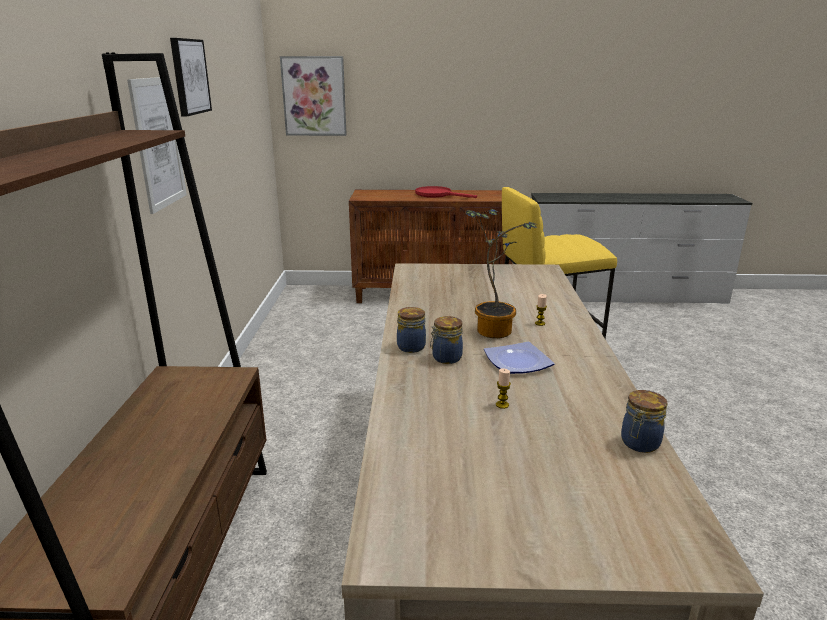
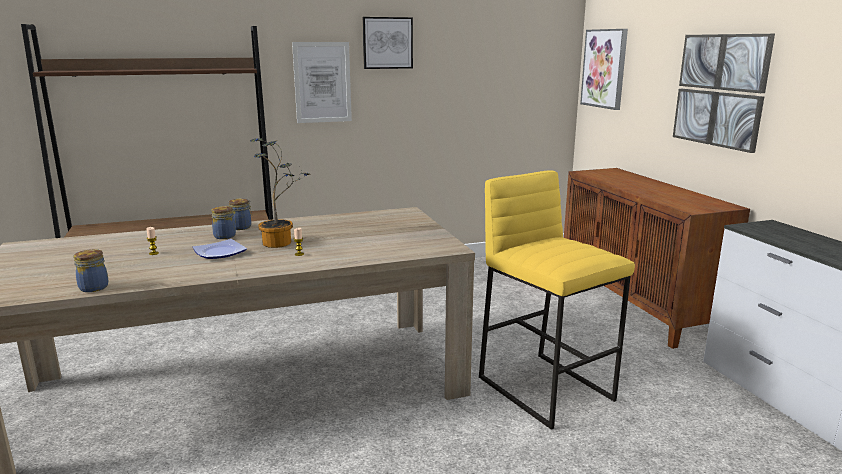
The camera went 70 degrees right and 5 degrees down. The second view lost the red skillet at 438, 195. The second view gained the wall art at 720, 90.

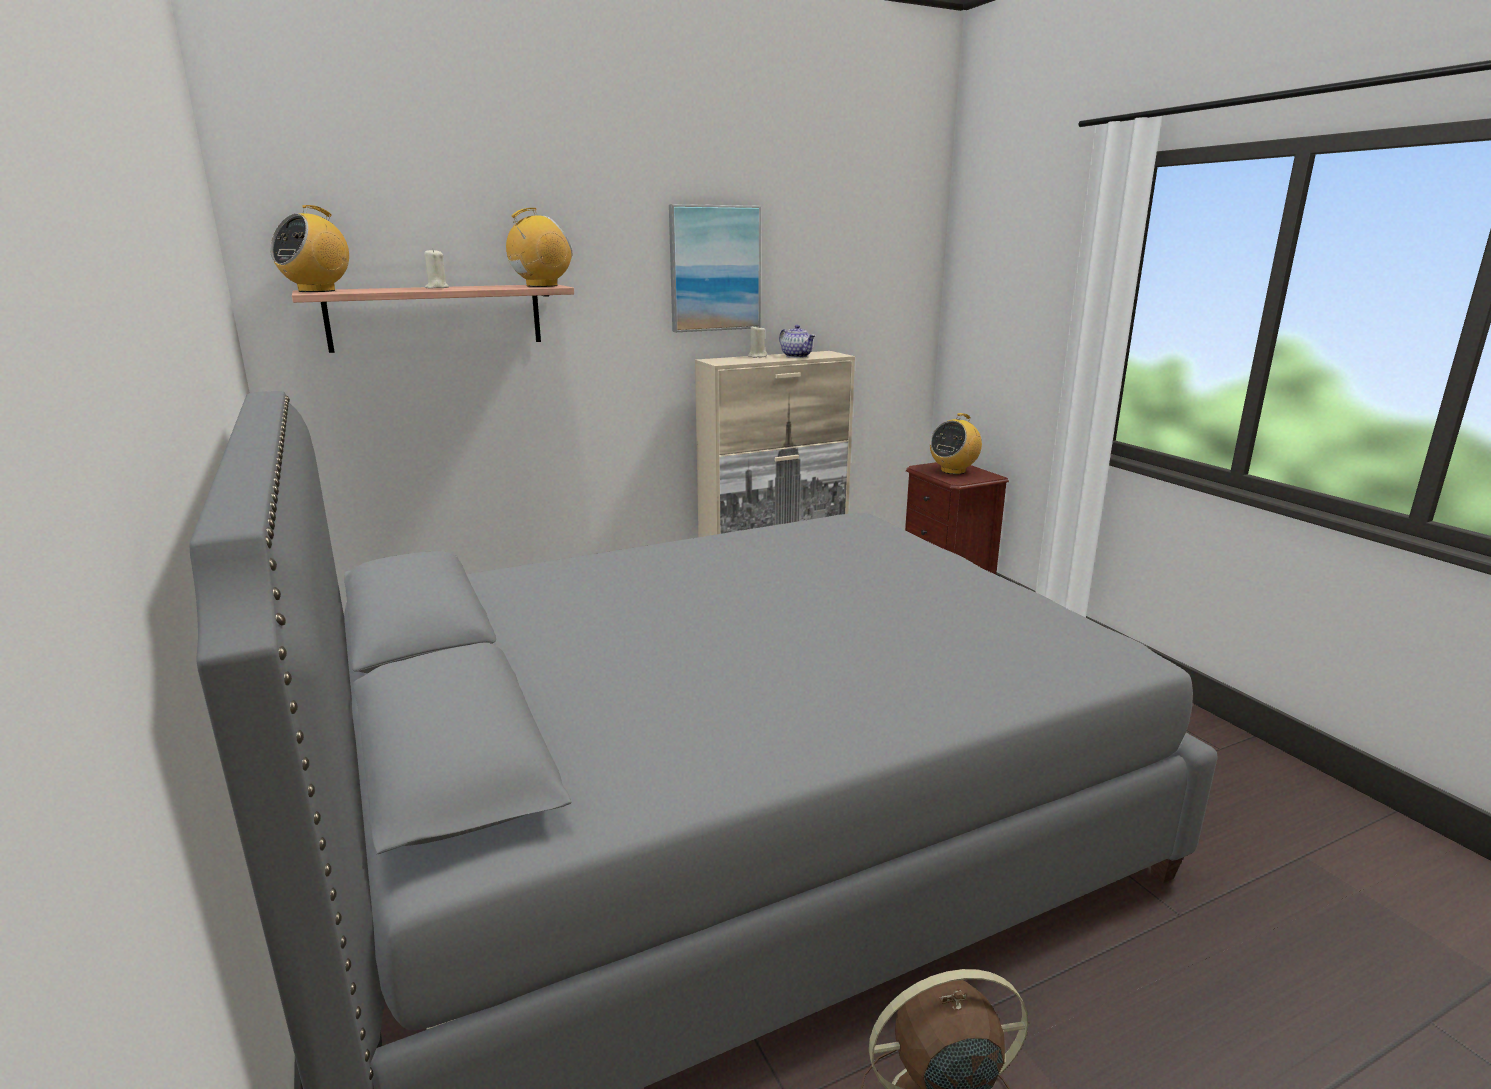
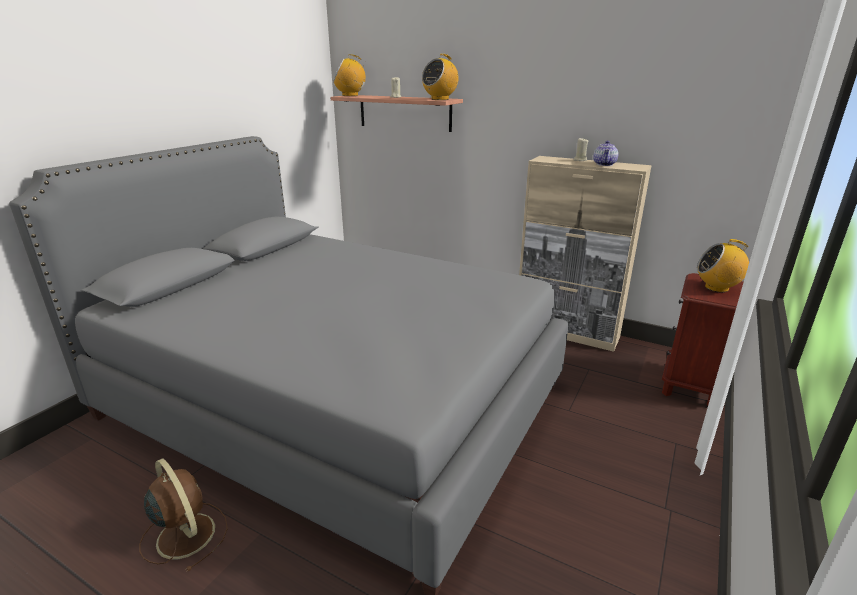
The camera went 55 degrees right and 5 degrees up. The second view lost the wall art at 714, 268. The radio receiver at 541, 286 ended up facing another way, 120 degrees clockwise from before.

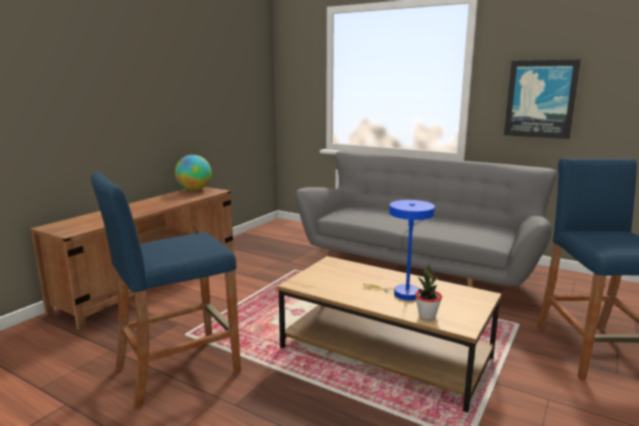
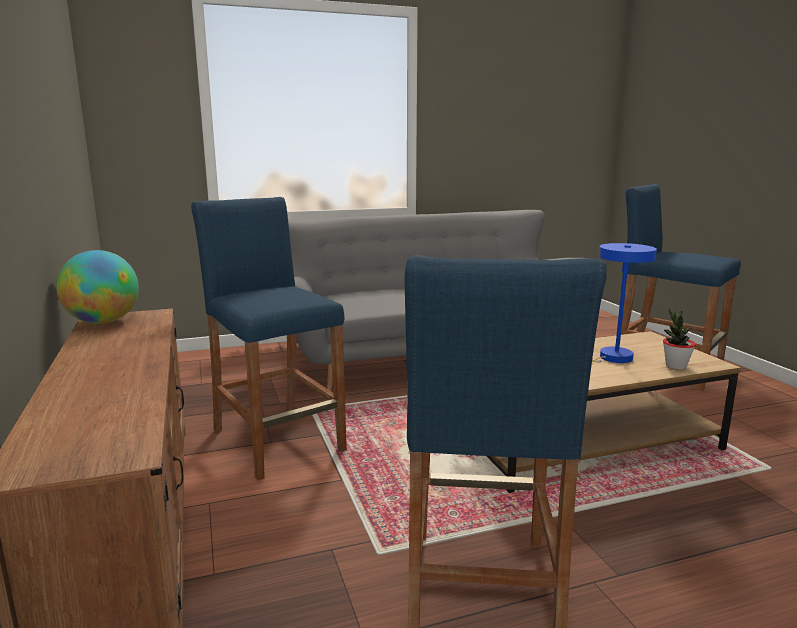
The camera went 50 degrees left and 0 degrees up. The second view lost the wall art at 540, 99. The second view gained the blue-coloured stool seat at 277, 440.

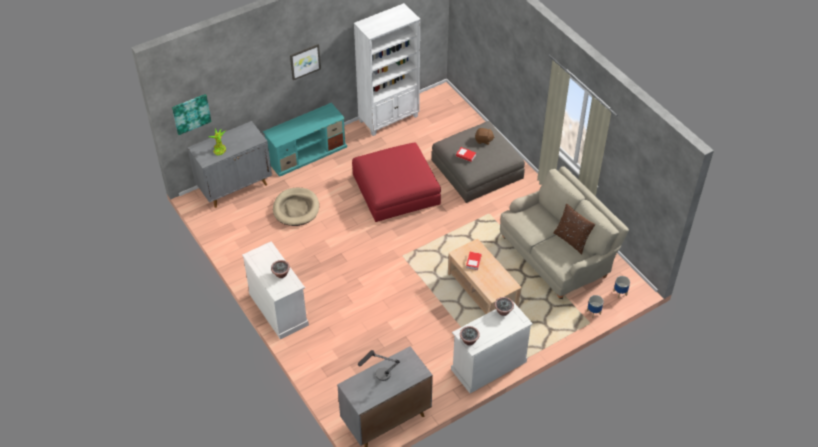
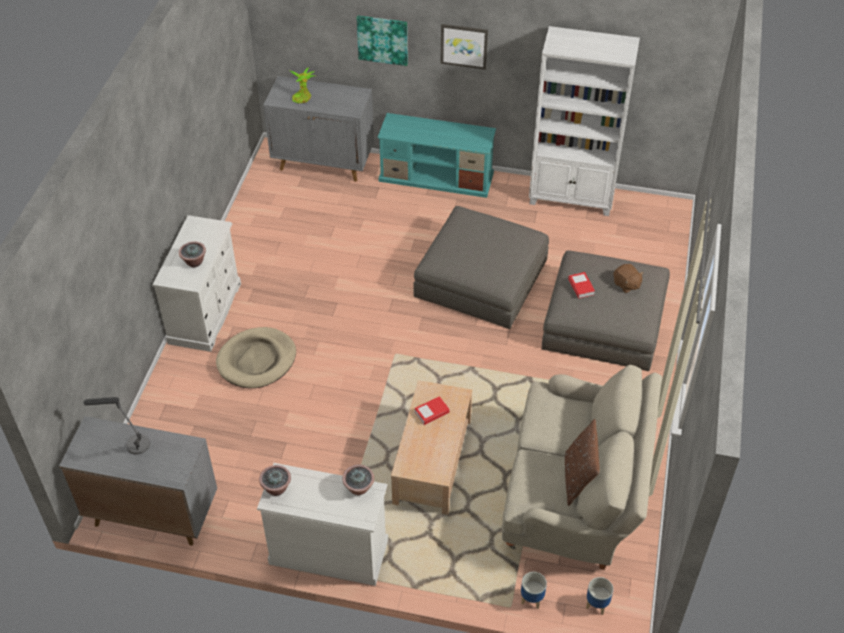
The camera went 45 degrees right and 0 degrees up. The wall art ended up elsewhere, having gone from 191, 113 to 383, 39. The beige-coloured dog cushion ended up elsewhere, having gone from 296, 208 to 257, 360. What was the red pouffe at 396, 189 turned into the greyish pouffe at 481, 278.

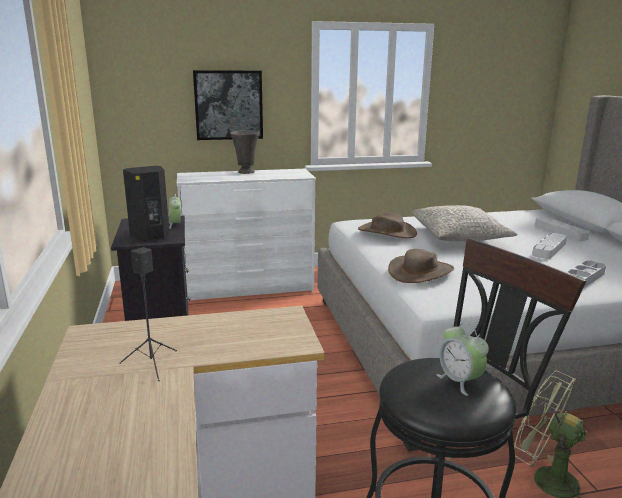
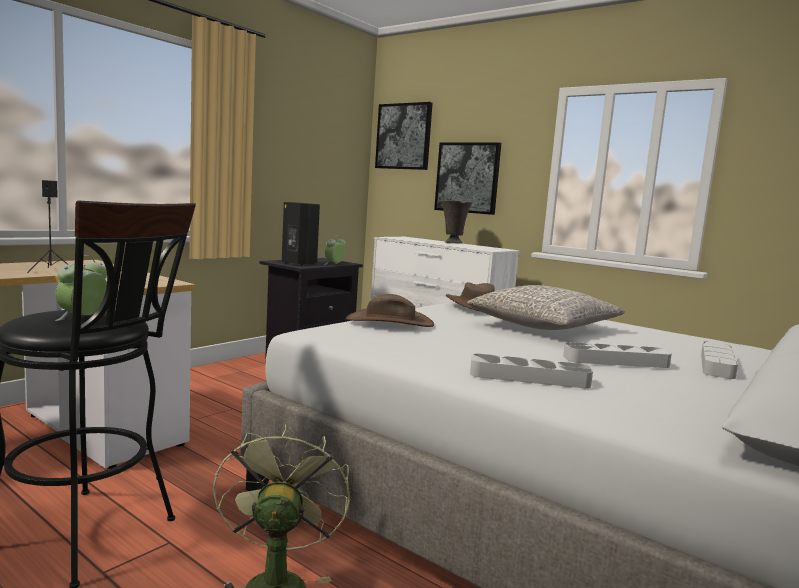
The camera went 50 degrees right and 10 degrees down. The second view gained the wall art at 404, 136.

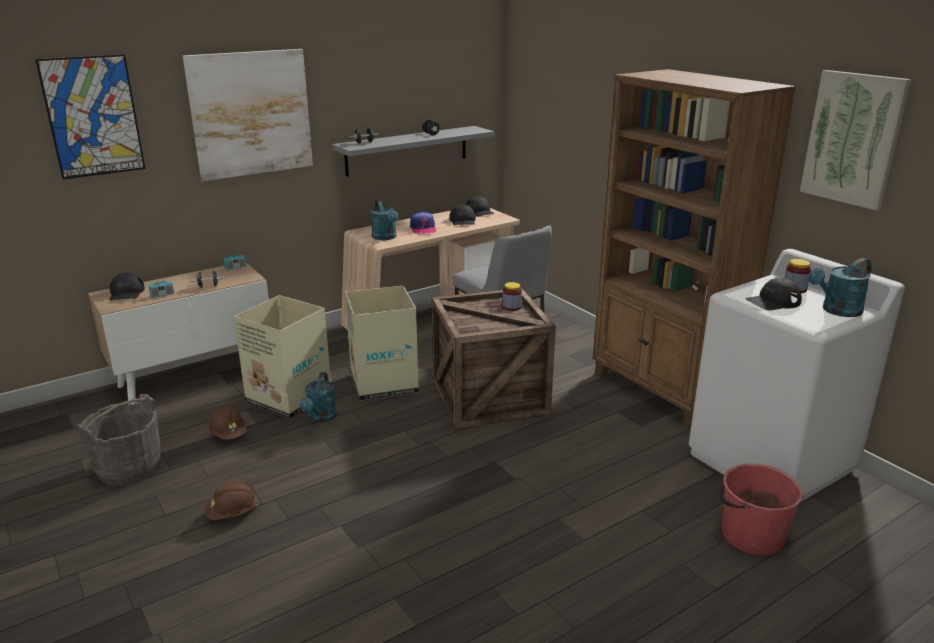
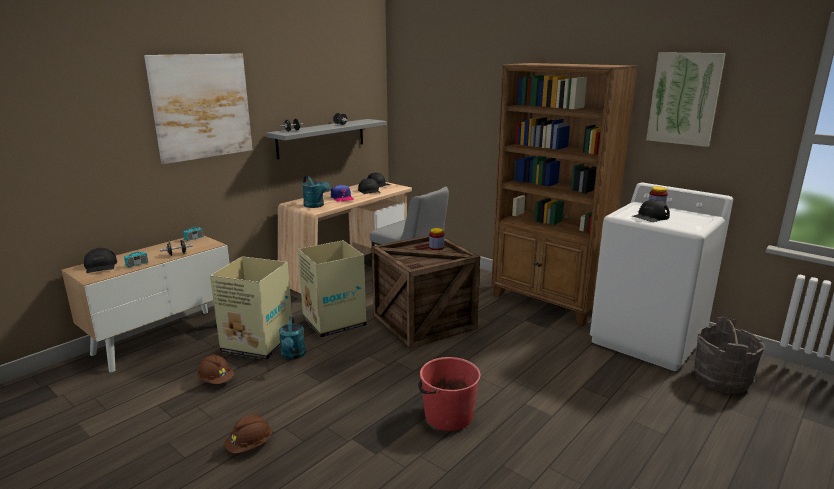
The camera went 15 degrees left and 5 degrees down. The second view lost the wall art at 93, 117. The second view lost the turquoise-coloured watering pot at 837, 311. The greyish bucket ended up elsewhere, having gone from 129, 468 to 721, 380. The red bucket ended up elsewhere, having gone from 751, 535 to 448, 416.

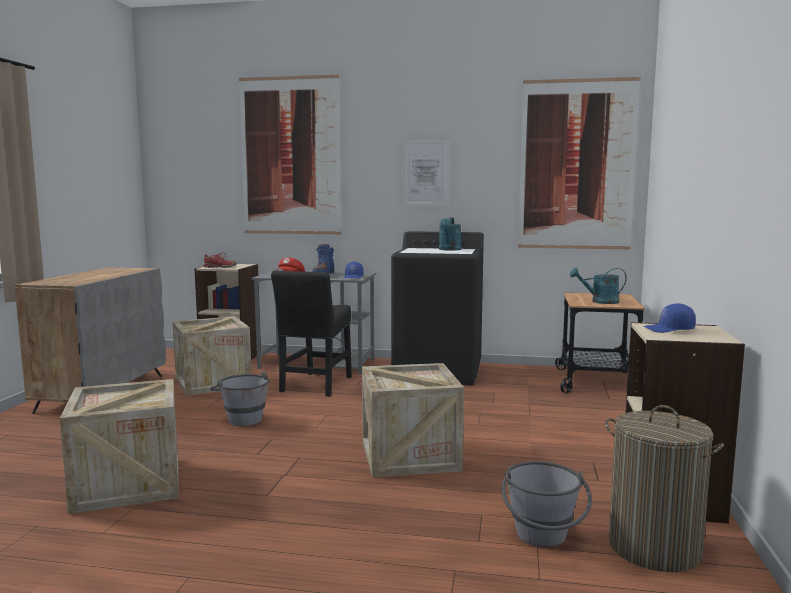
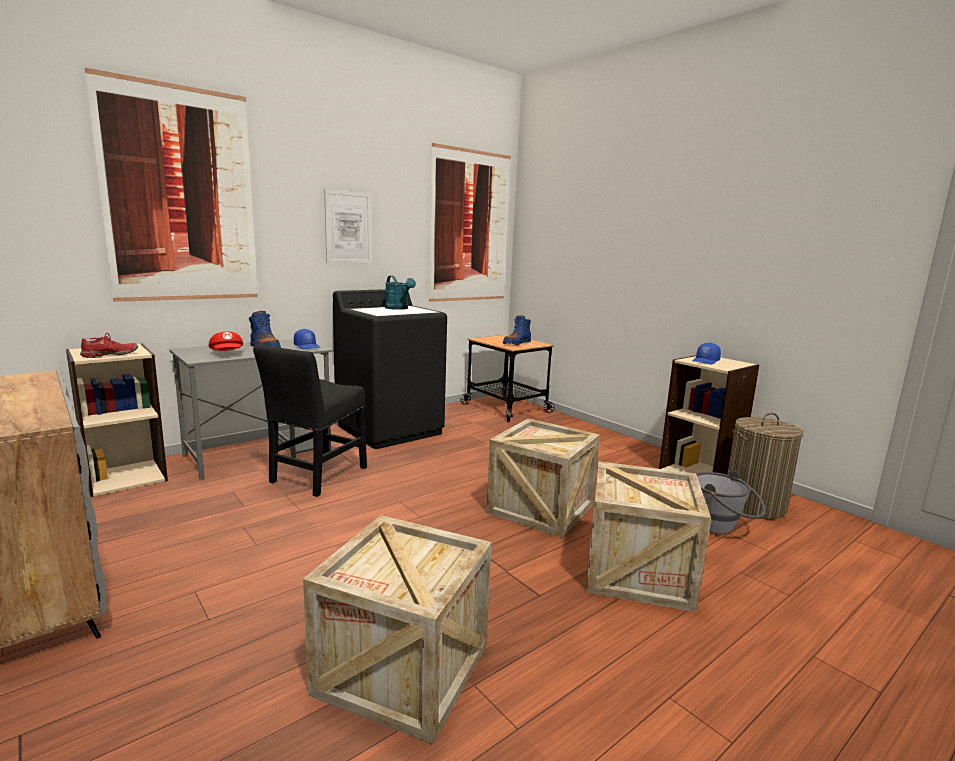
The camera went 50 degrees left and 5 degrees up. The second view lost the greyish bucket at 242, 418. The crate ended up elsewhere, having gone from 213, 382 to 638, 572. Where the turquoise-coloured watering pot stood at 599, 302, the blue-coloured tall boot came to stand at 516, 343. The blackish chair at 315, 385 ended up facing another way, 60 degrees clockwise from before.

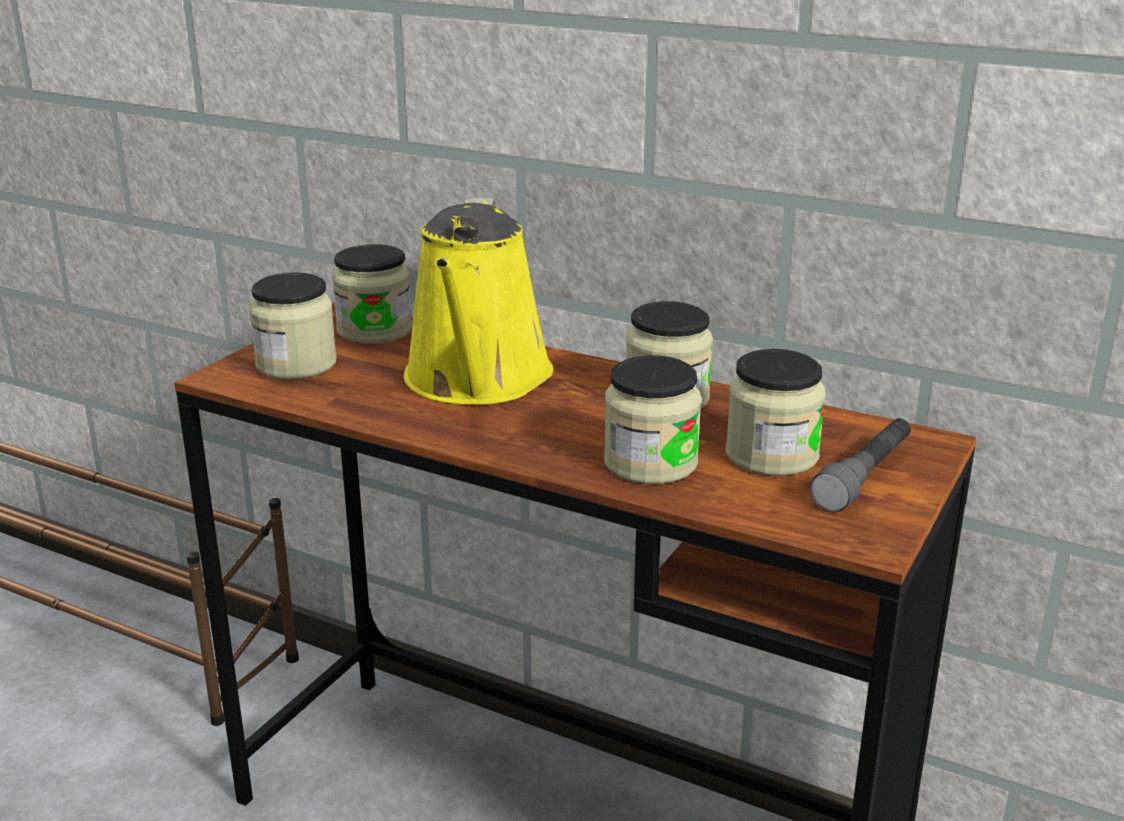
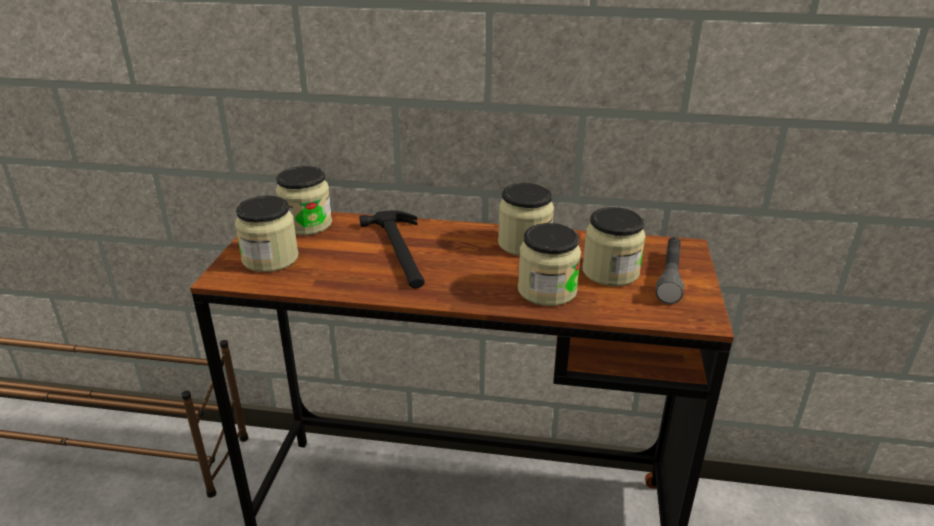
The camera went 20 degrees left and 5 degrees up. Where the yellow watering pot stood at 477, 381, the tool hammer came to stand at 400, 251.

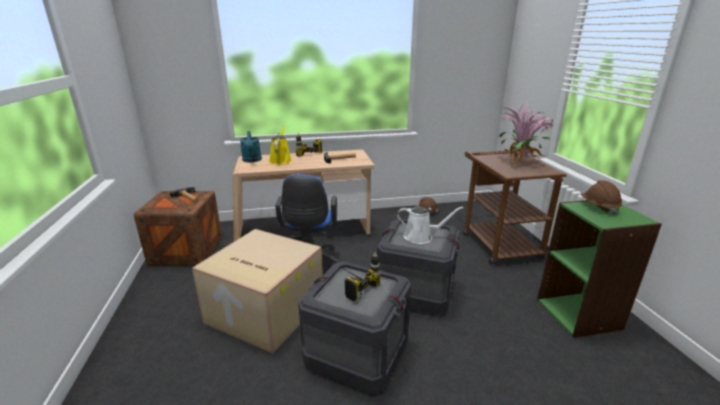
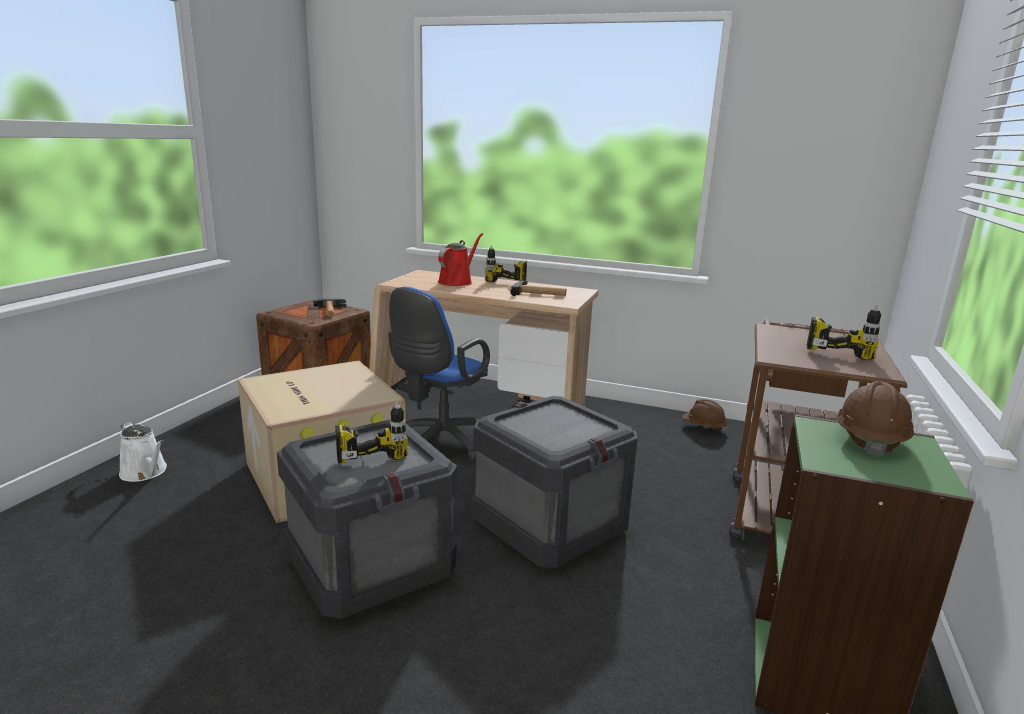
The camera went 30 degrees right and 5 degrees down. The second view lost the turquoise-coloured watering pot at 252, 160. The white-coloured watering pot ended up elsewhere, having gone from 421, 237 to 145, 472. Where the potted plant stood at 521, 163, the electric drill came to stand at 837, 349. What was the yellow watering pot at 280, 160 turned into the red watering pot at 457, 281.

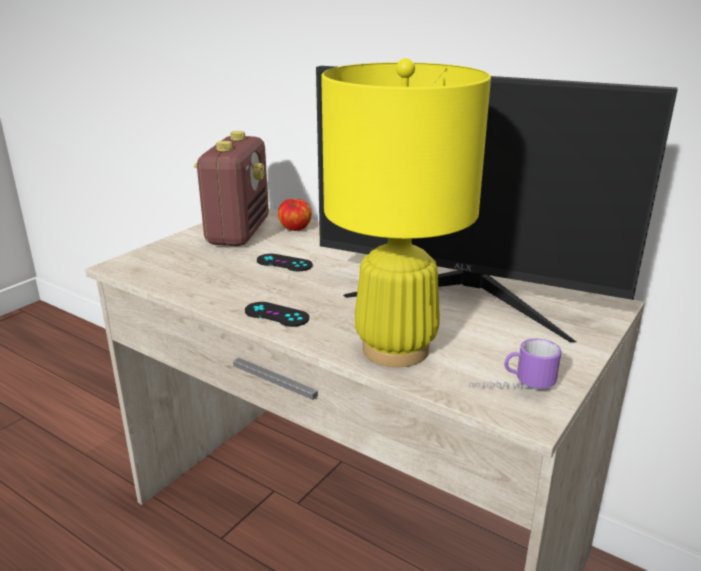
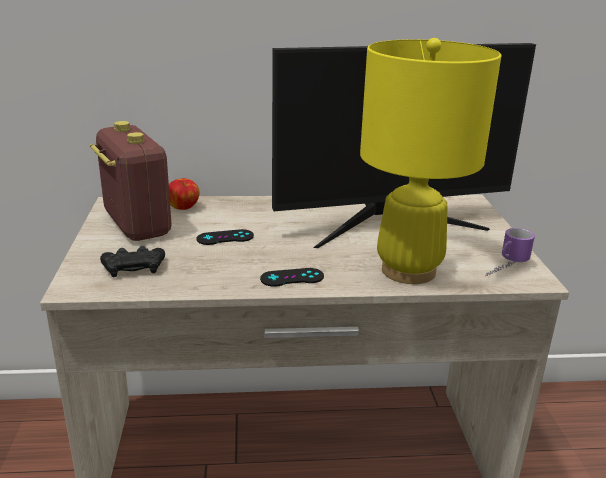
The camera went 40 degrees left and 0 degrees up. The second view gained the blackish game controller at 134, 268.

